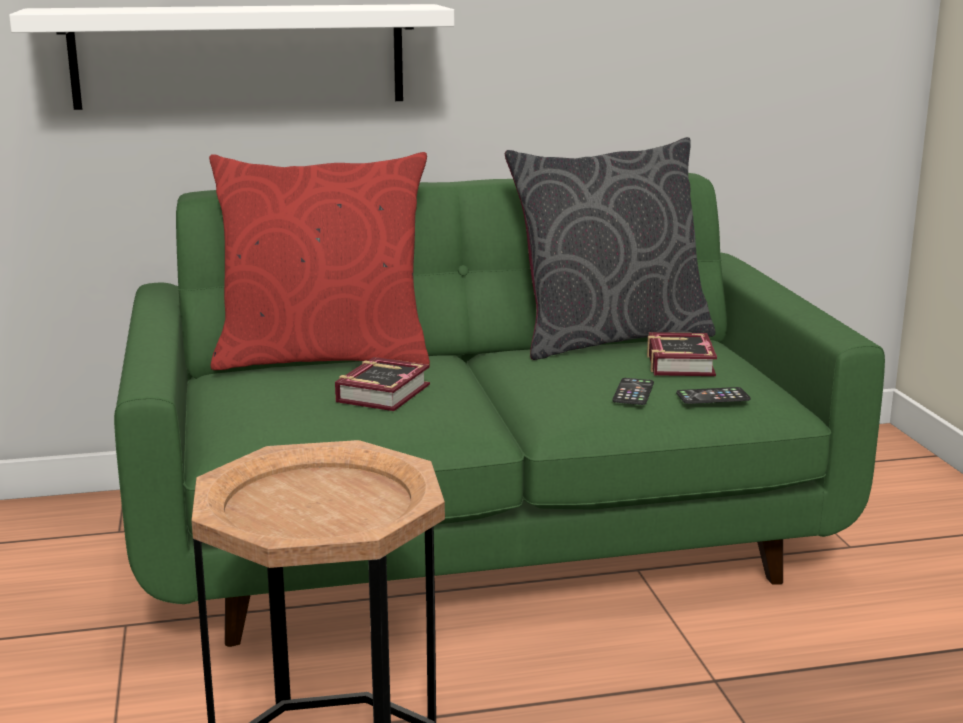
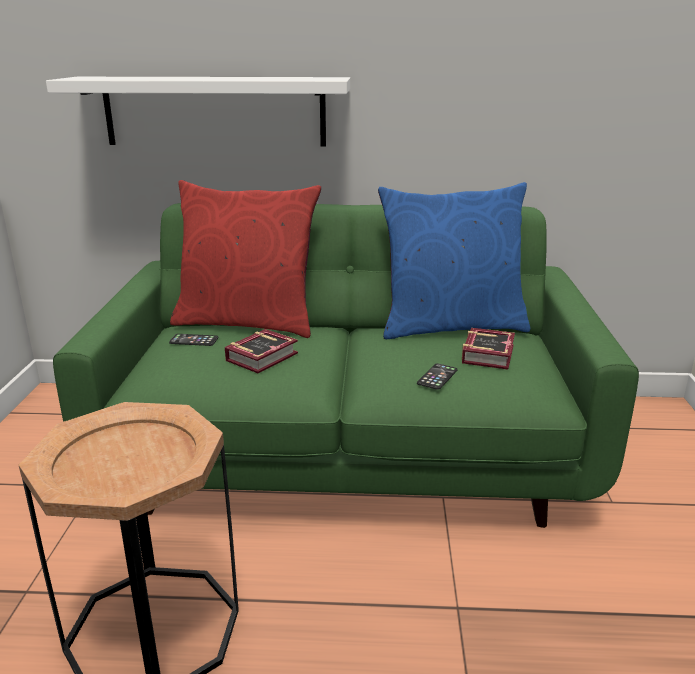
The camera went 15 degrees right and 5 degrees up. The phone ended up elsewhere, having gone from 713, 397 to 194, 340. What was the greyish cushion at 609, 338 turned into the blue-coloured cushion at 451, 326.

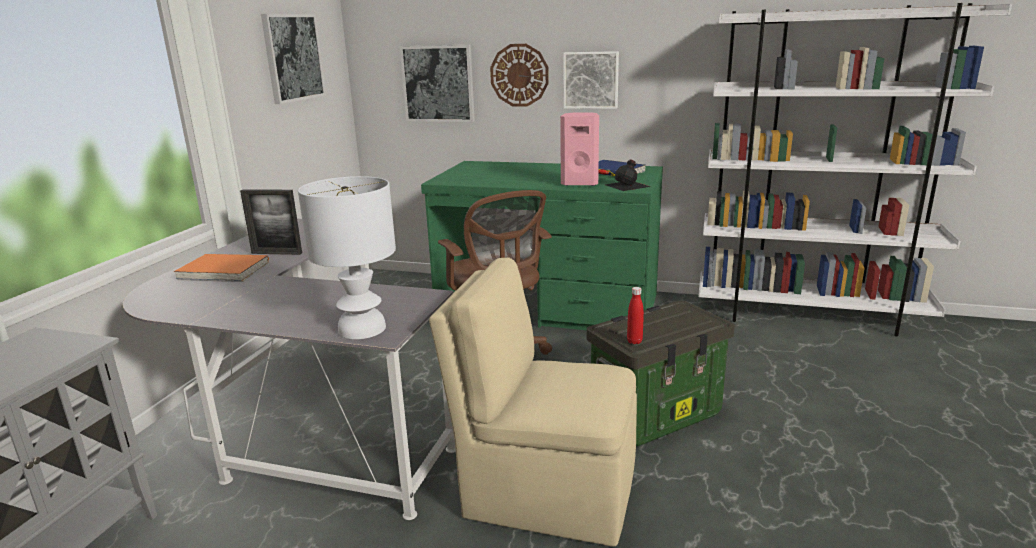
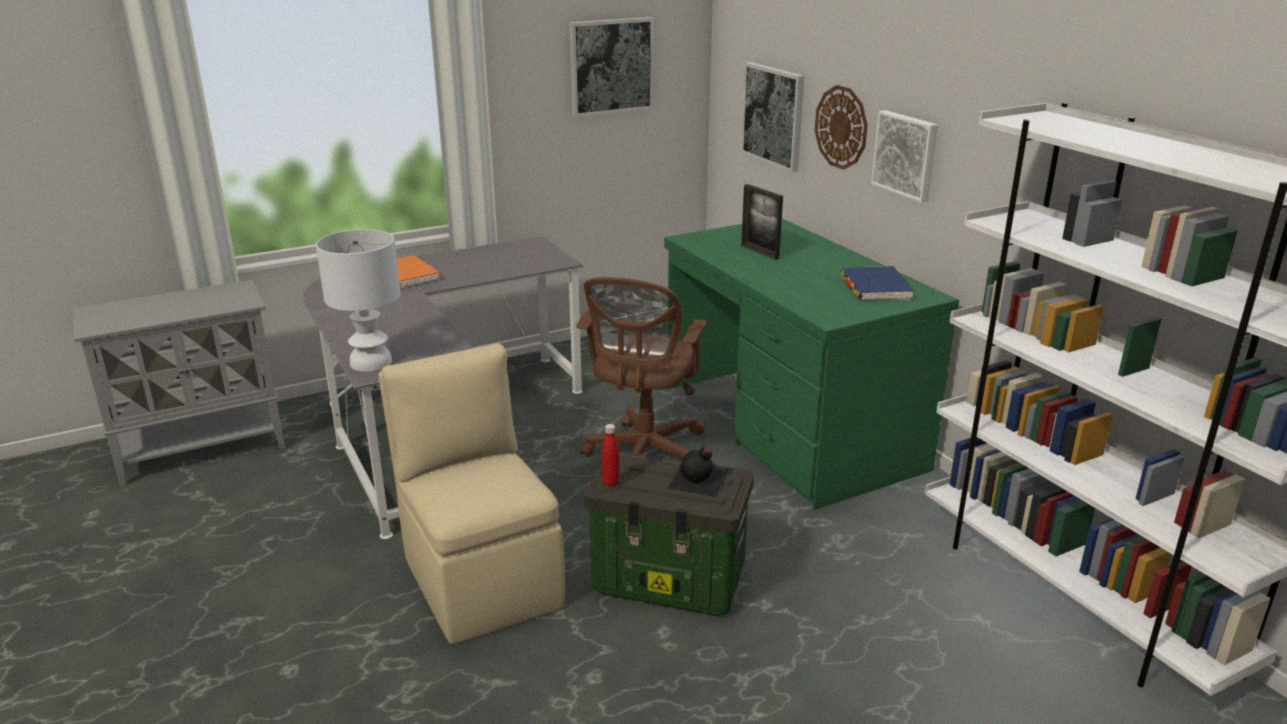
The camera went 45 degrees right and 5 degrees up. The second view lost the pink speaker at 580, 183. The standing frame ended up elsewhere, having gone from 276, 253 to 759, 252. The blackish drink bottle ended up elsewhere, having gone from 628, 185 to 699, 480.

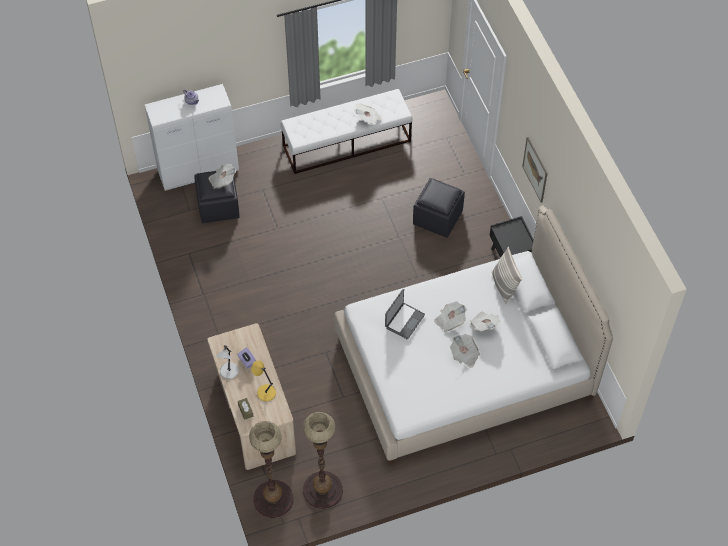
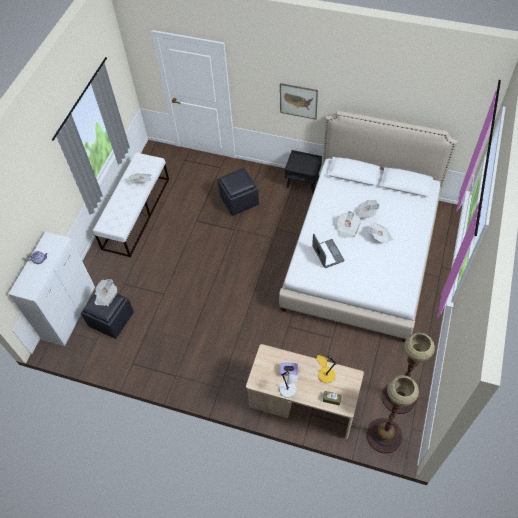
The camera went 50 degrees left and 0 degrees up. The second view lost the cushion at 503, 286.

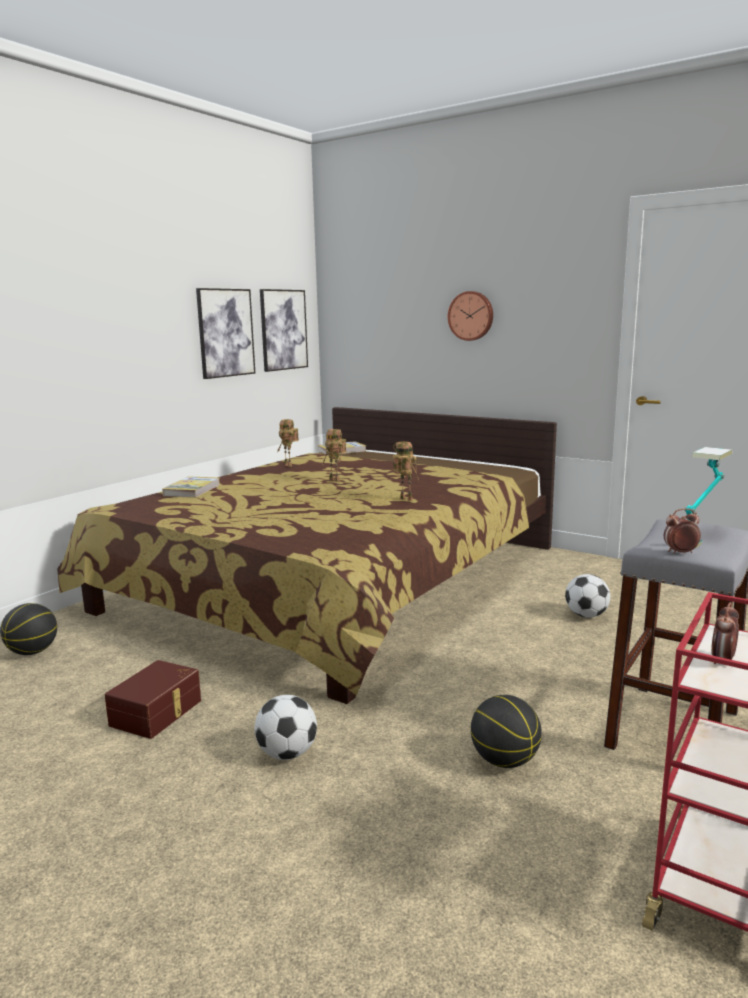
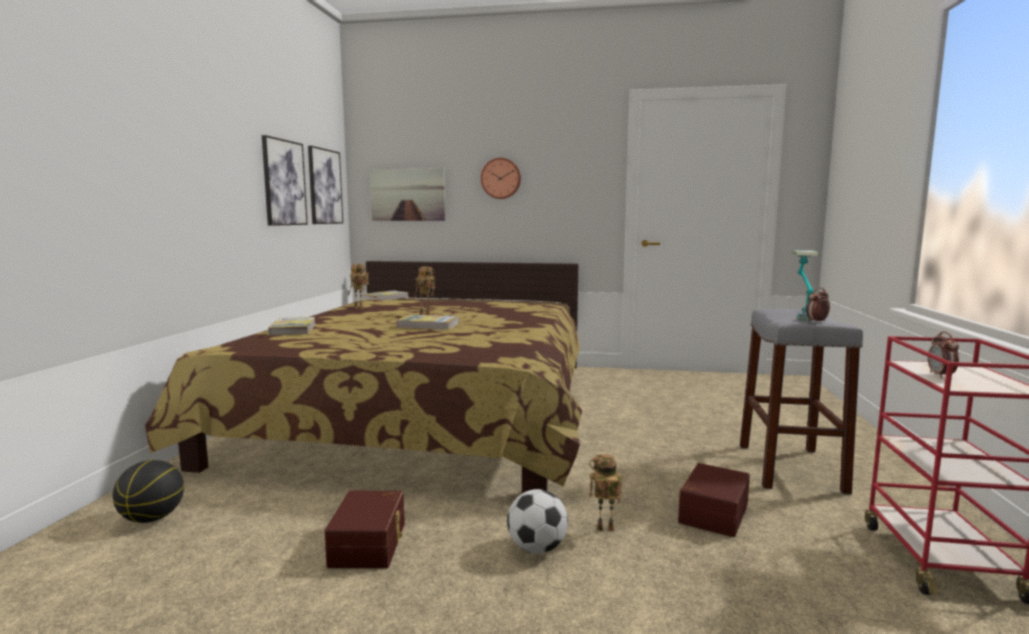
The camera went 25 degrees left and 5 degrees down. The second view lost the football at 586, 615. The second view gained the wall art at 408, 195. The second view gained the bound book at 428, 325. The toy robot ended up elsewhere, having gone from 404, 499 to 604, 530. Where the basketball stood at 504, 761, the brownish storage bin came to stand at 711, 513.

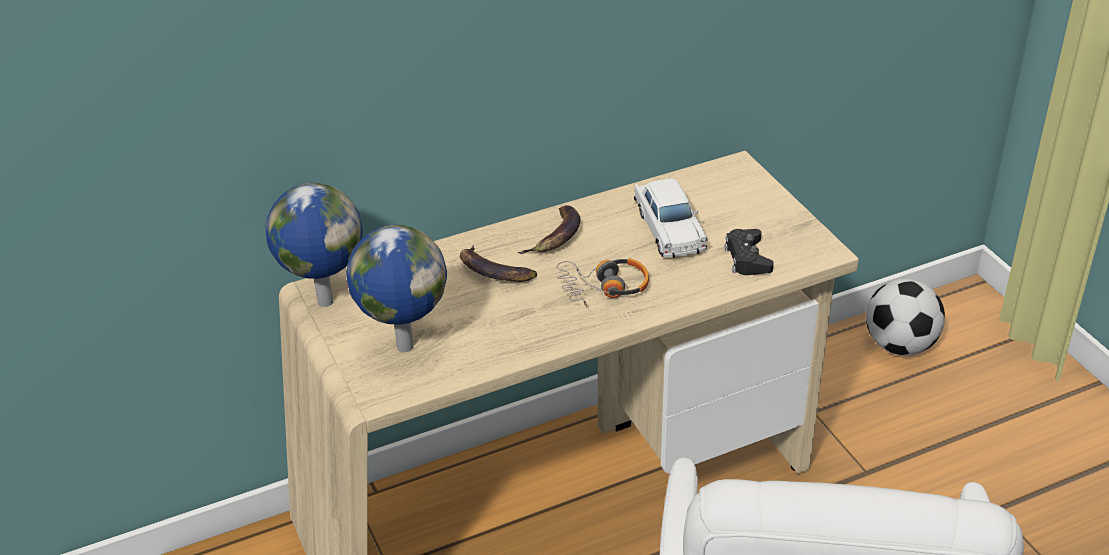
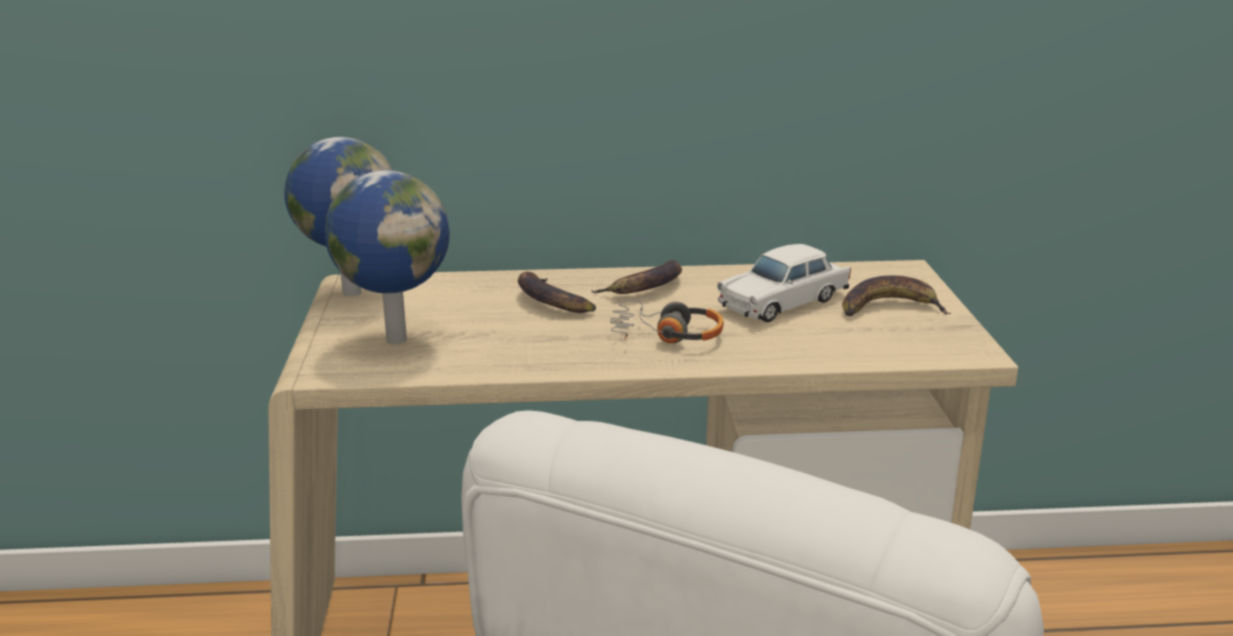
The camera went 20 degrees right and 15 degrees down. The second view lost the blackish game controller at 747, 258. The second view lost the football at 900, 345. The second view gained the whole banana at 889, 308. The white-coloured miniature car at 669, 228 ended up facing another way, 45 degrees clockwise from before.

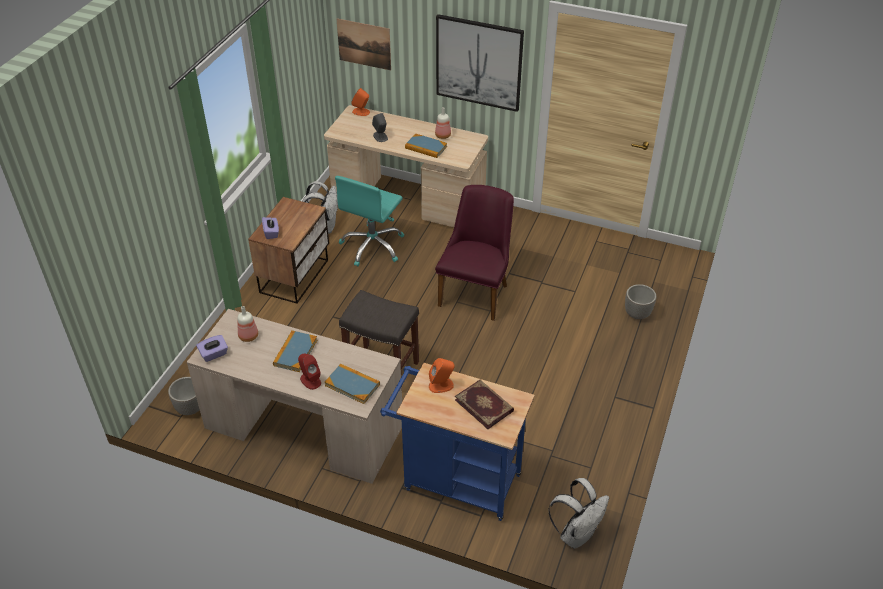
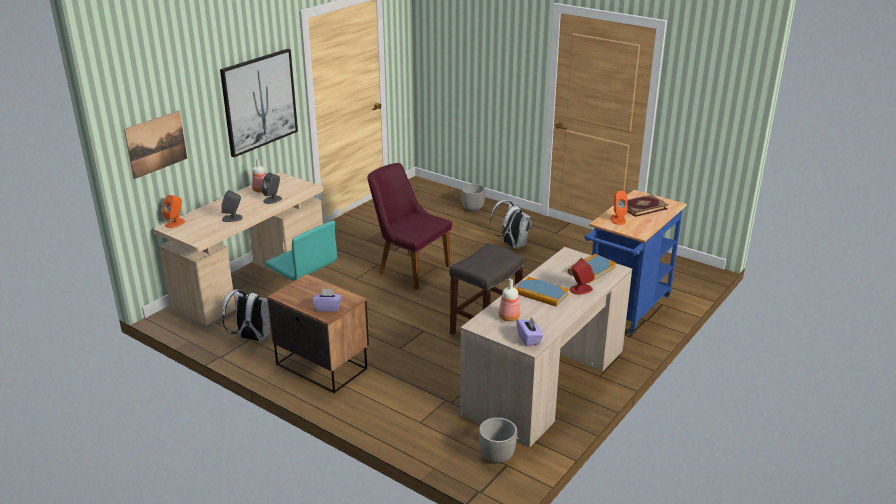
The camera went 75 degrees left and 15 degrees down. The white-coloured backpack ended up elsewhere, having gone from 576, 533 to 512, 245. Where the bound book stood at 426, 147, the greyish speaker came to stand at 273, 200.

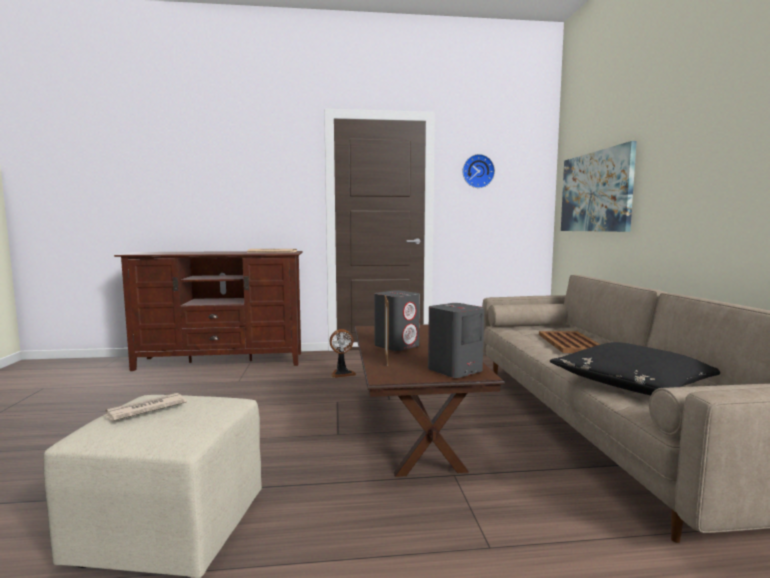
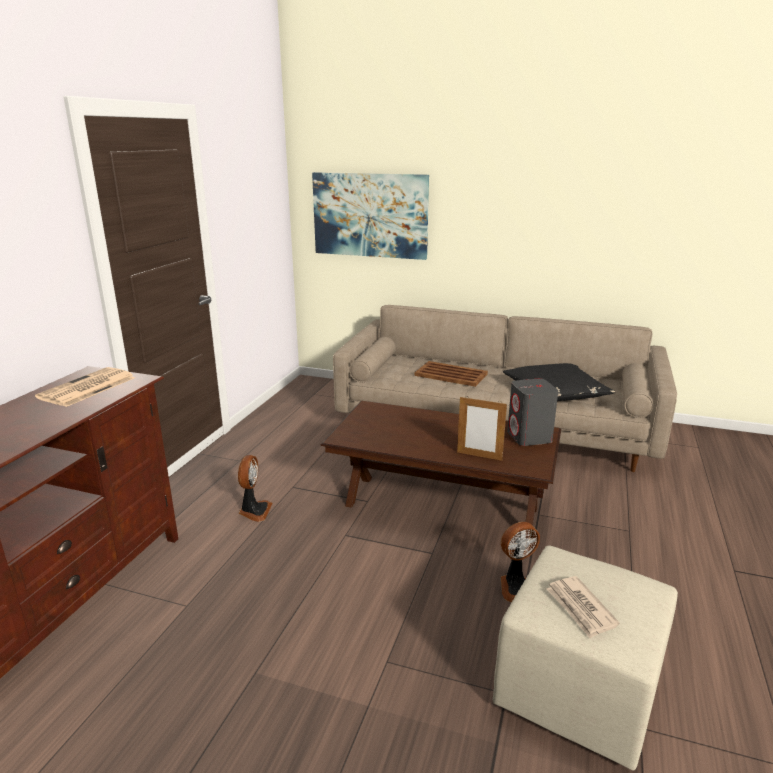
The camera went 65 degrees left and 15 degrees up. The second view lost the greyish speaker at 397, 346. The second view lost the clock on the wall at 477, 171. The second view gained the fan at 516, 586.

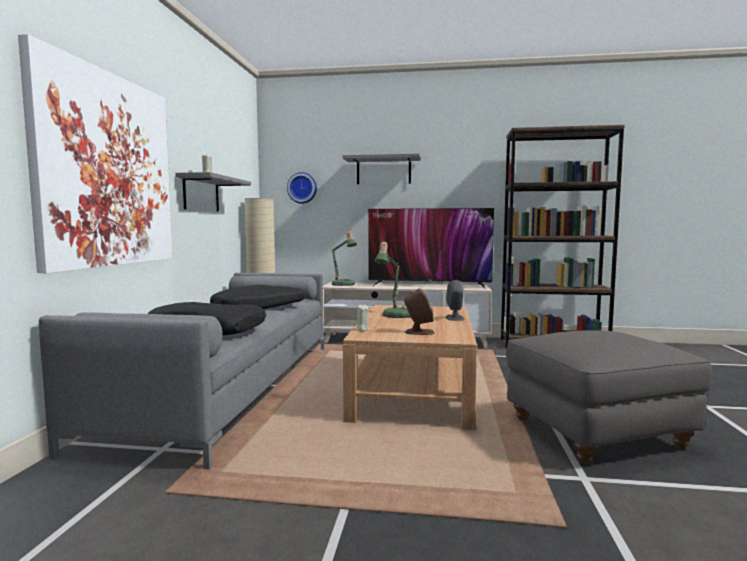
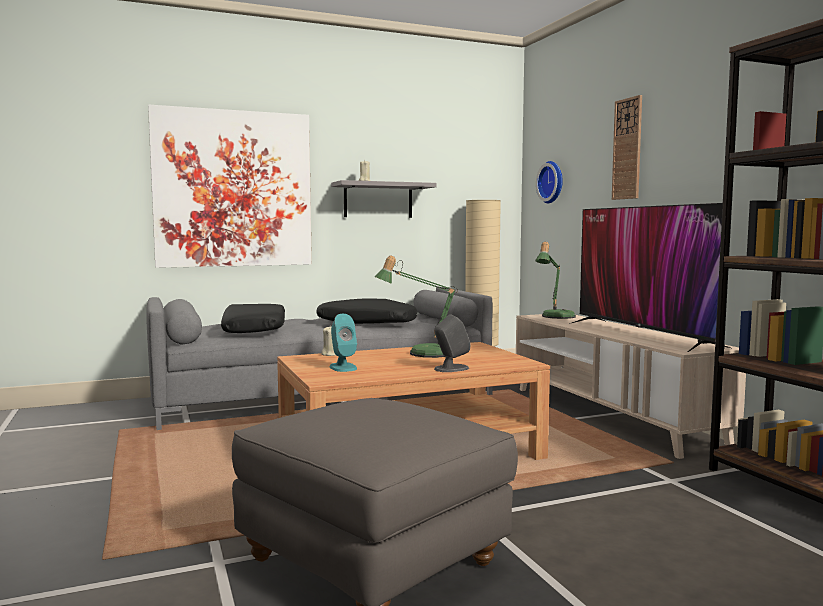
The camera went 60 degrees right and 0 degrees up. Where the greyish bracket shelf hung at 383, 171, the clock on the wall came to hang at 627, 149. What was the brownish speaker at 419, 332 turned into the turquoise-coloured speaker at 343, 367.

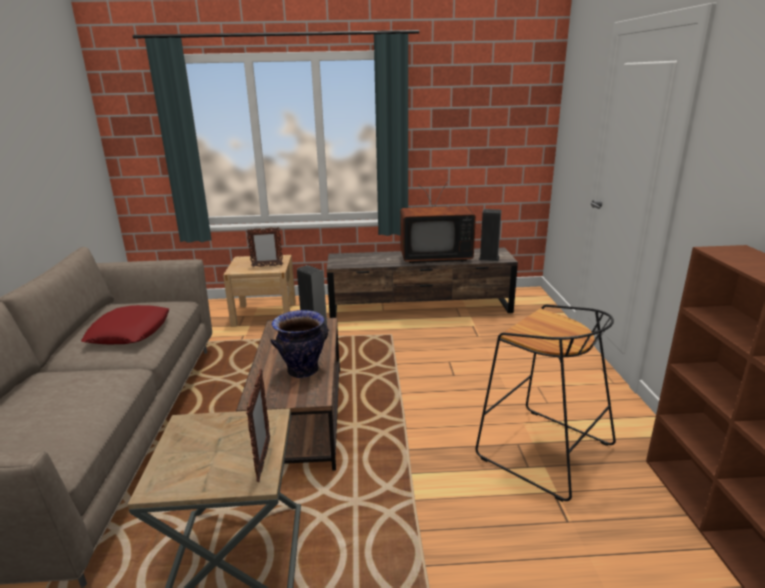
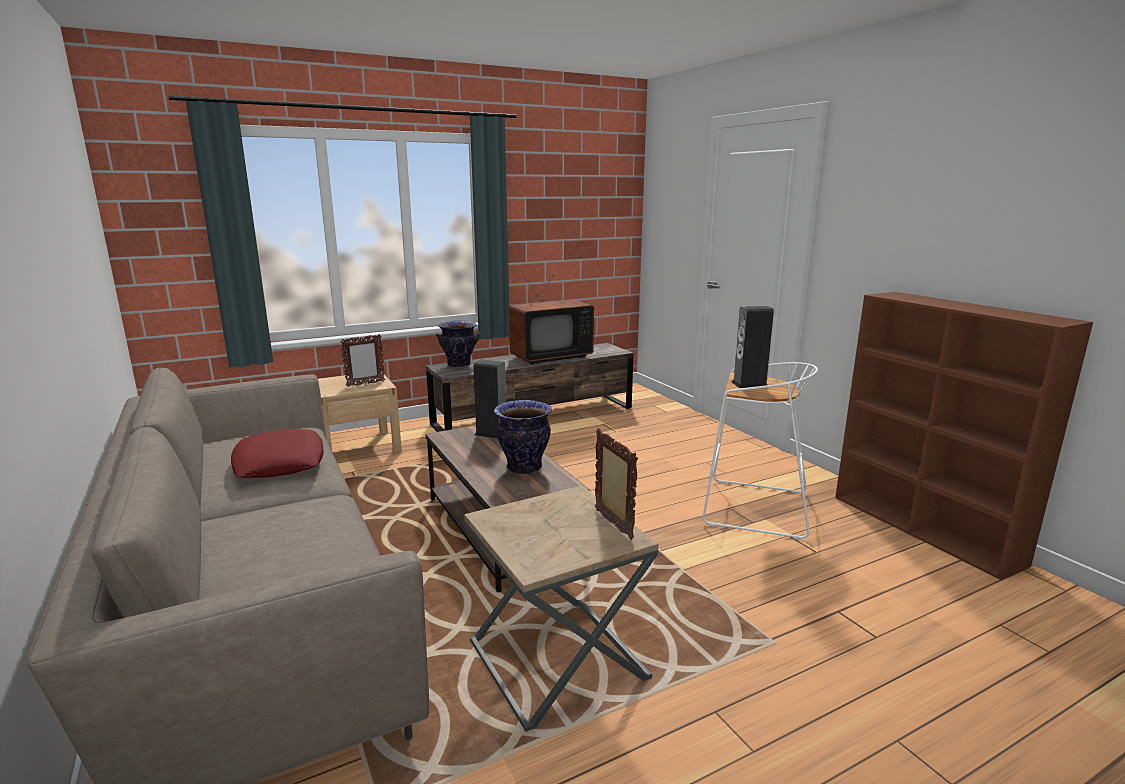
The camera went 25 degrees left and 5 degrees down. The second view gained the vase at 459, 365. The speaker ended up elsewhere, having gone from 489, 258 to 749, 384. What was the blackish stool seat at 541, 451 turned into the white-coloured stool seat at 753, 508.

